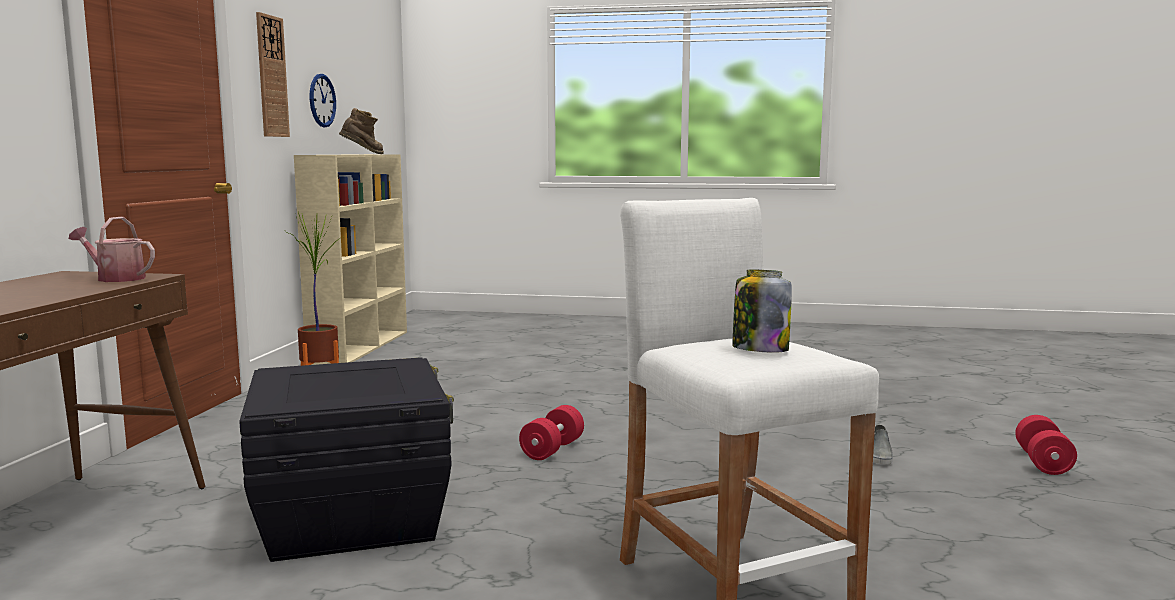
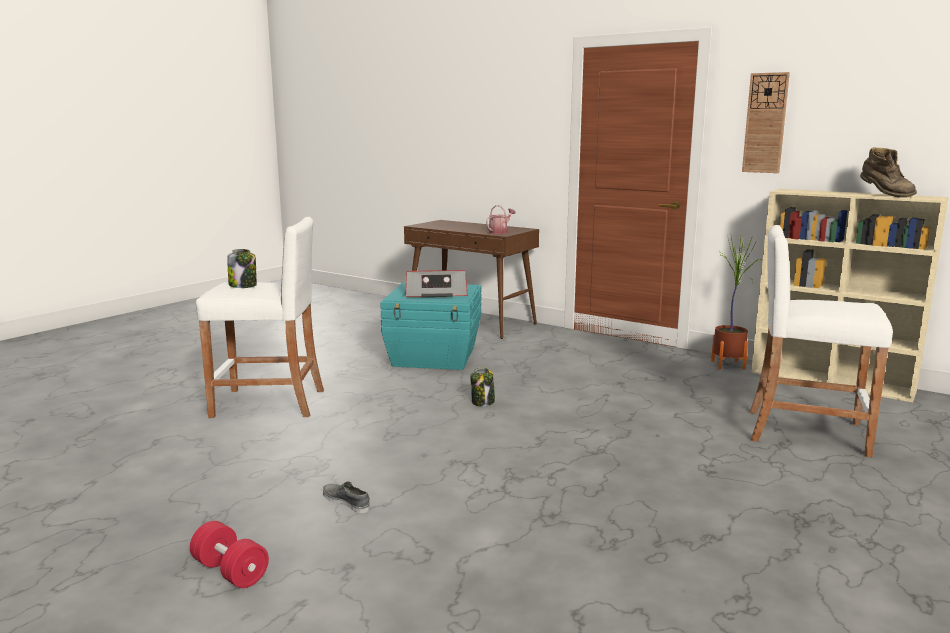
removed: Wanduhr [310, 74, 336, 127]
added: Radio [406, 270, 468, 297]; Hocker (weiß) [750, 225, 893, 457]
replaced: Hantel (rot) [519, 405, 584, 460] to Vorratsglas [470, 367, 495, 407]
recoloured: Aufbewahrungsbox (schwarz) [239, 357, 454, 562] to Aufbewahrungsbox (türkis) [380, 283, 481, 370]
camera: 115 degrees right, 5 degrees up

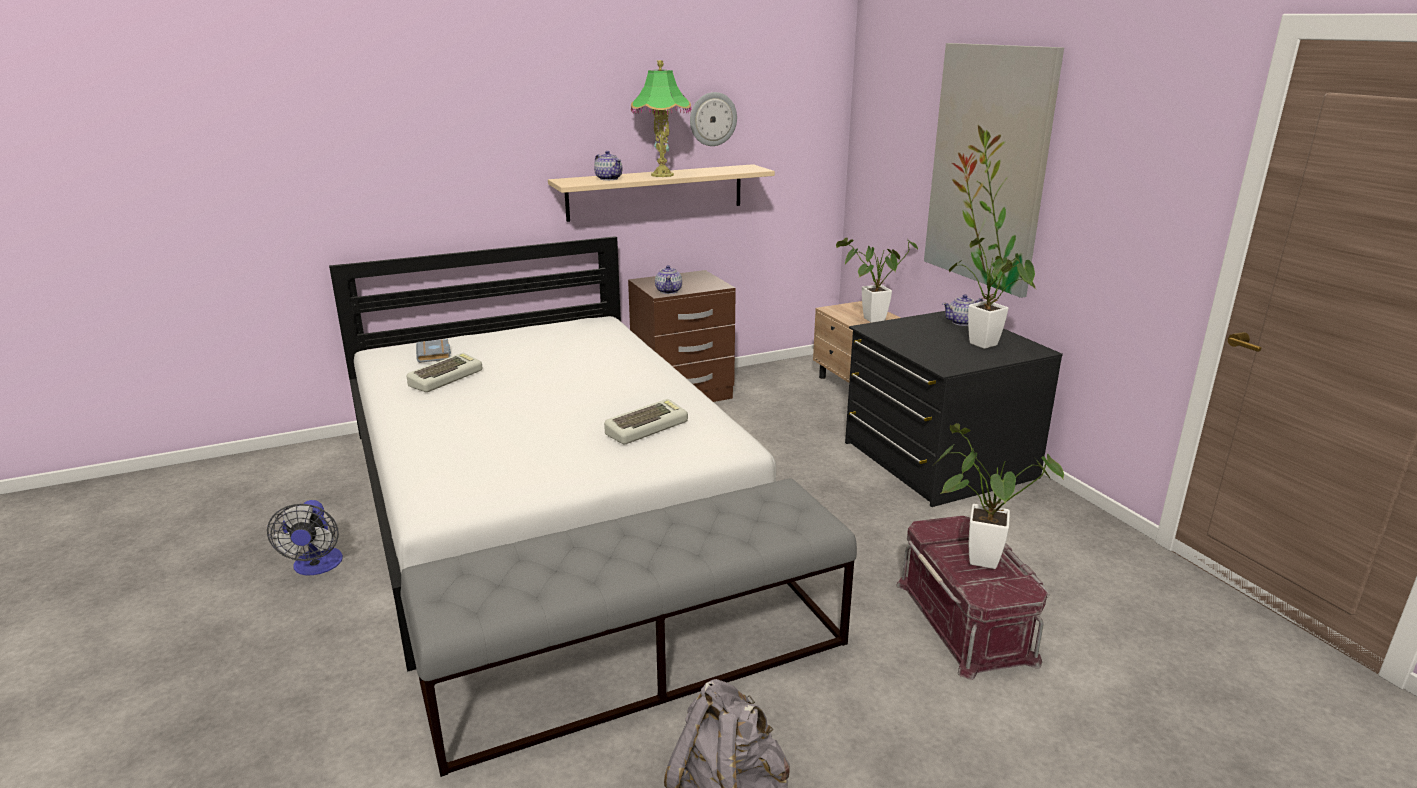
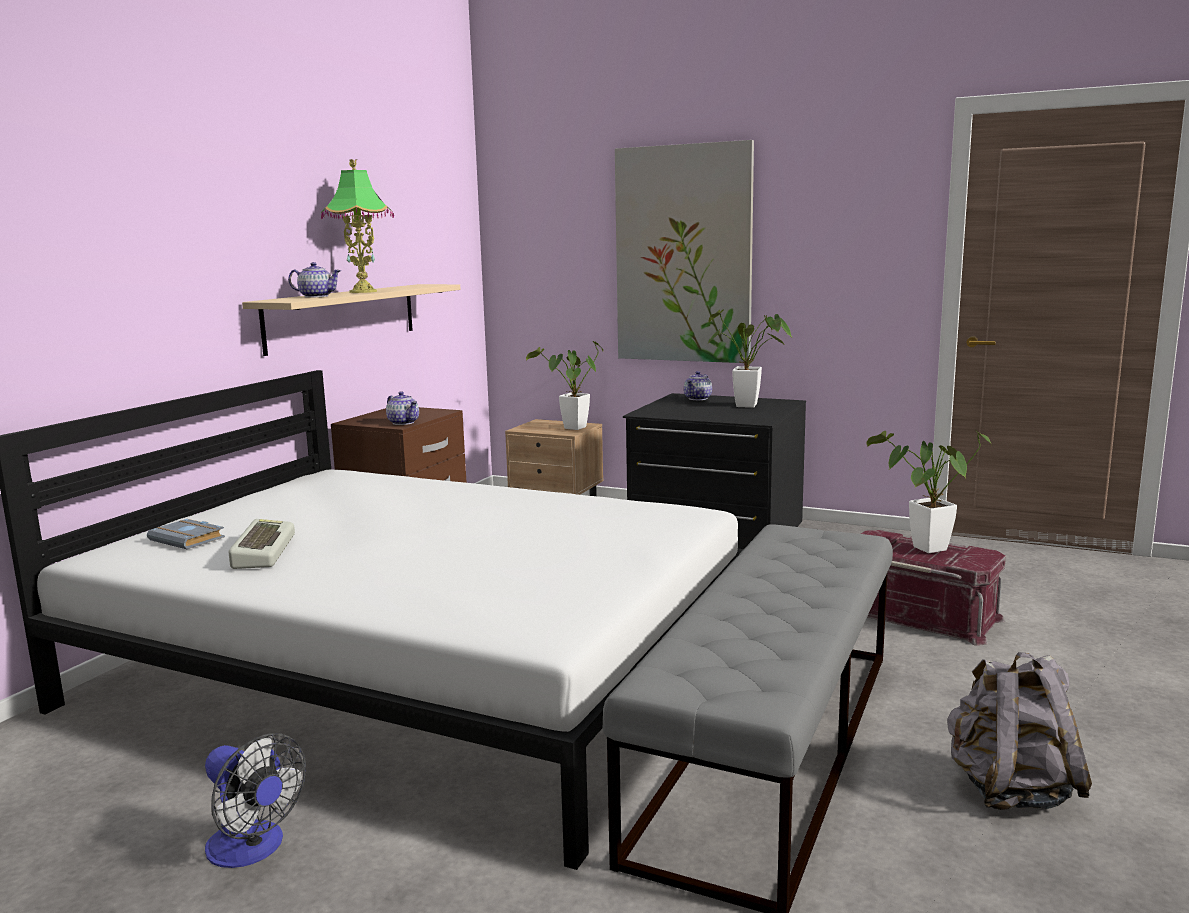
removed: Tastatur [604, 399, 688, 444]; Wanduhr [690, 92, 737, 146]
camera: 40 degrees left, 10 degrees down

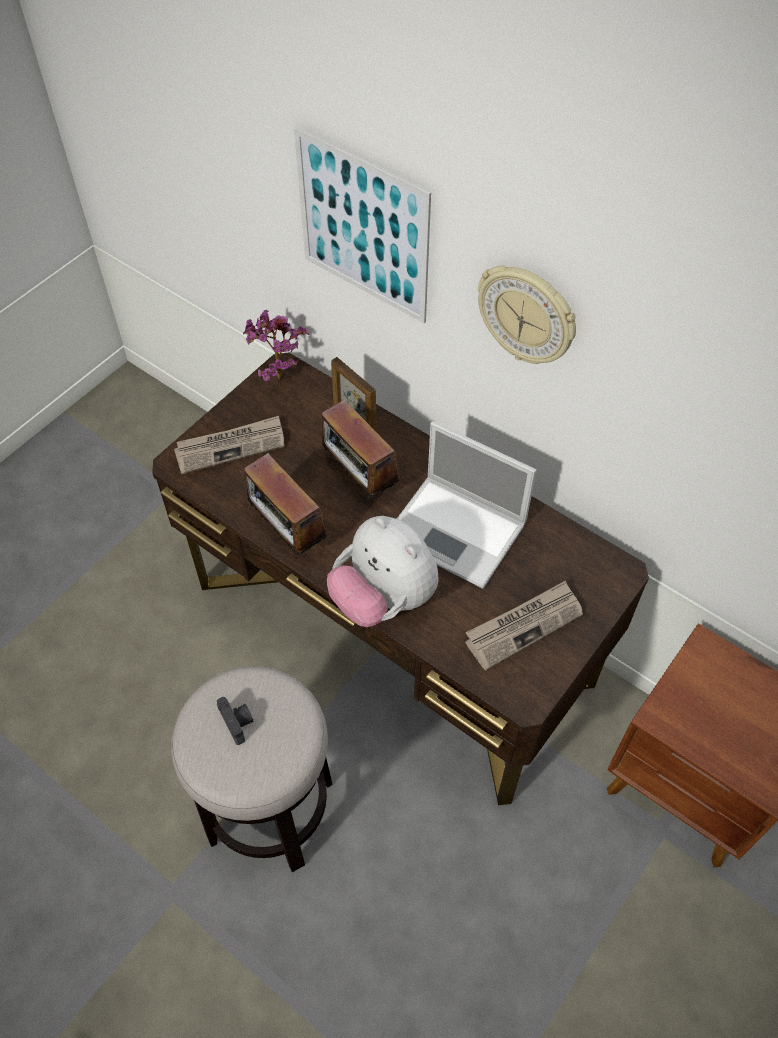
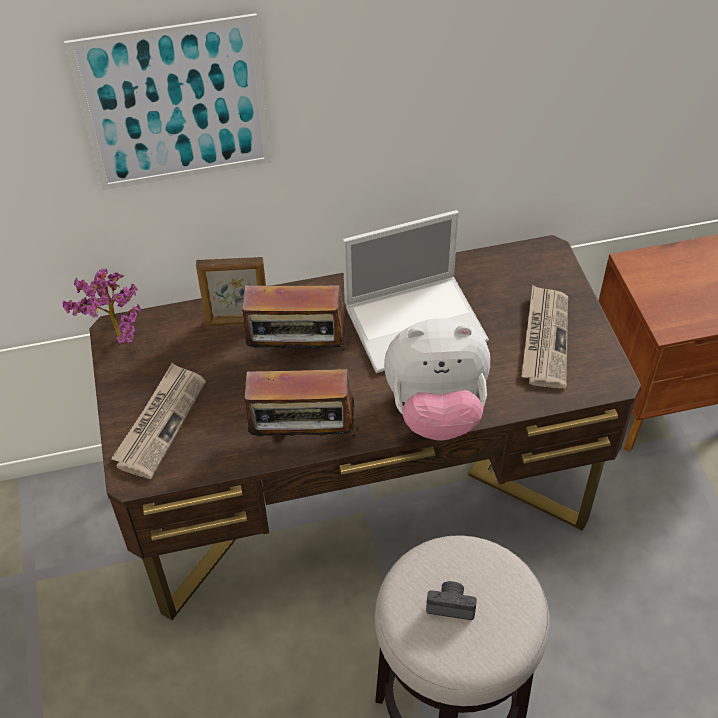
removed: Wanduhr [478, 266, 576, 364]
camera: 50 degrees left, 5 degrees down

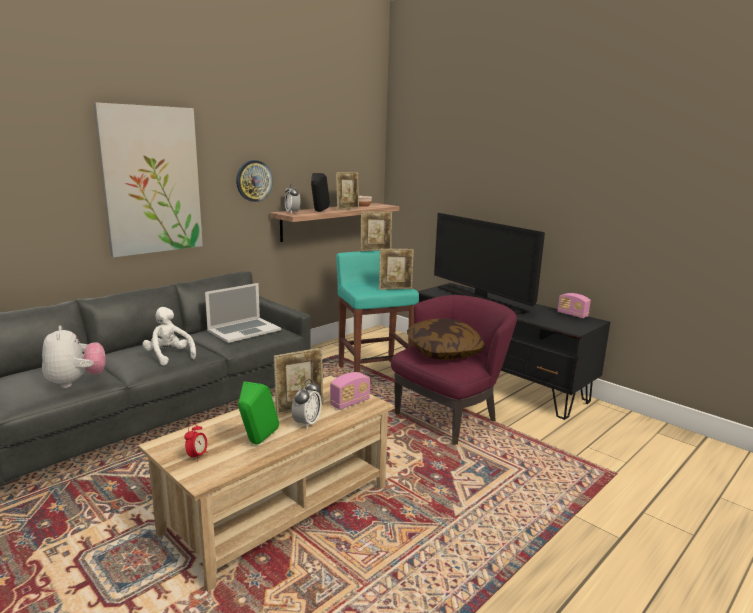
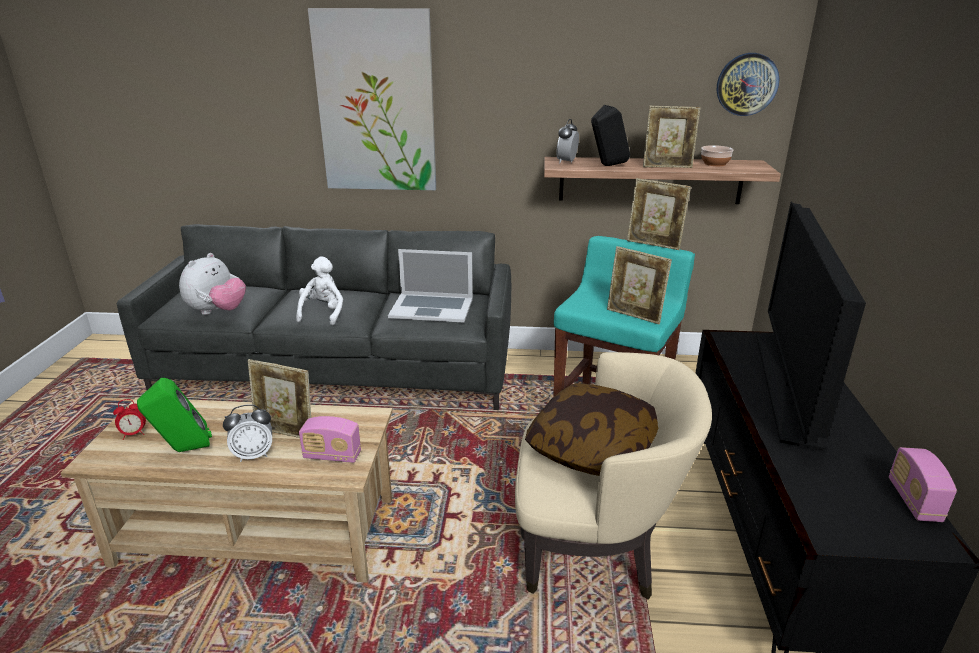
moved: Wanduhr [236, 160, 273, 202] to [717, 53, 779, 116]
recoloured: Sessel (lila) [391, 295, 517, 445] to Sessel (beige) [515, 352, 712, 600]
camera: 50 degrees right, 10 degrees up

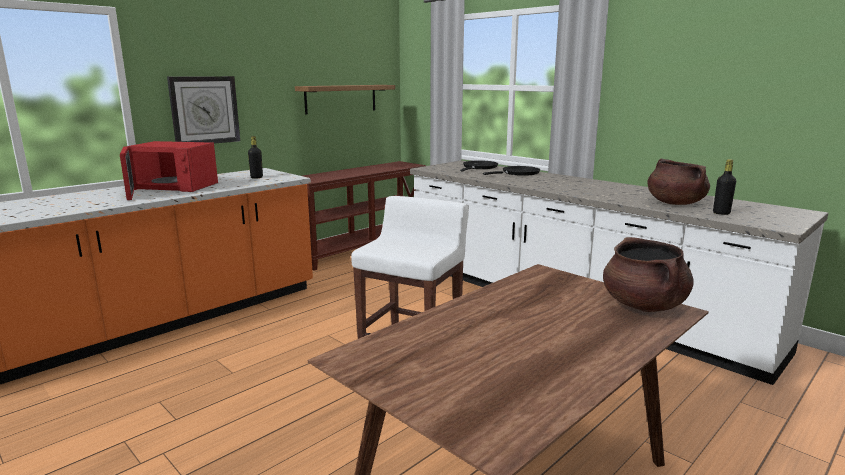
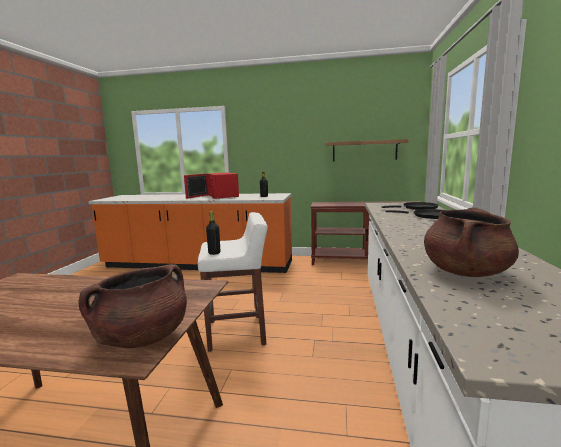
removed: Wanduhr [167, 76, 240, 144]
moved: Flasche (schwarz) [713, 159, 736, 215] to [206, 211, 220, 255]
camera: 55 degrees right, 5 degrees down

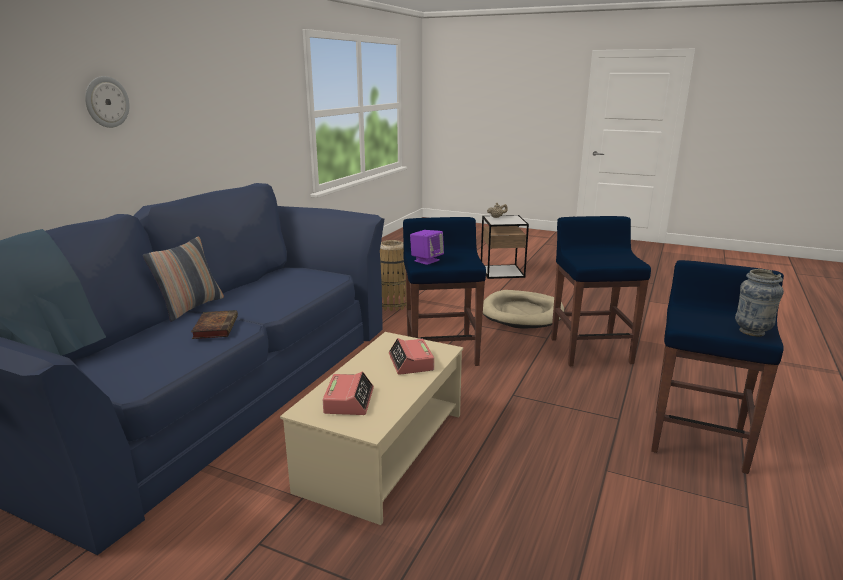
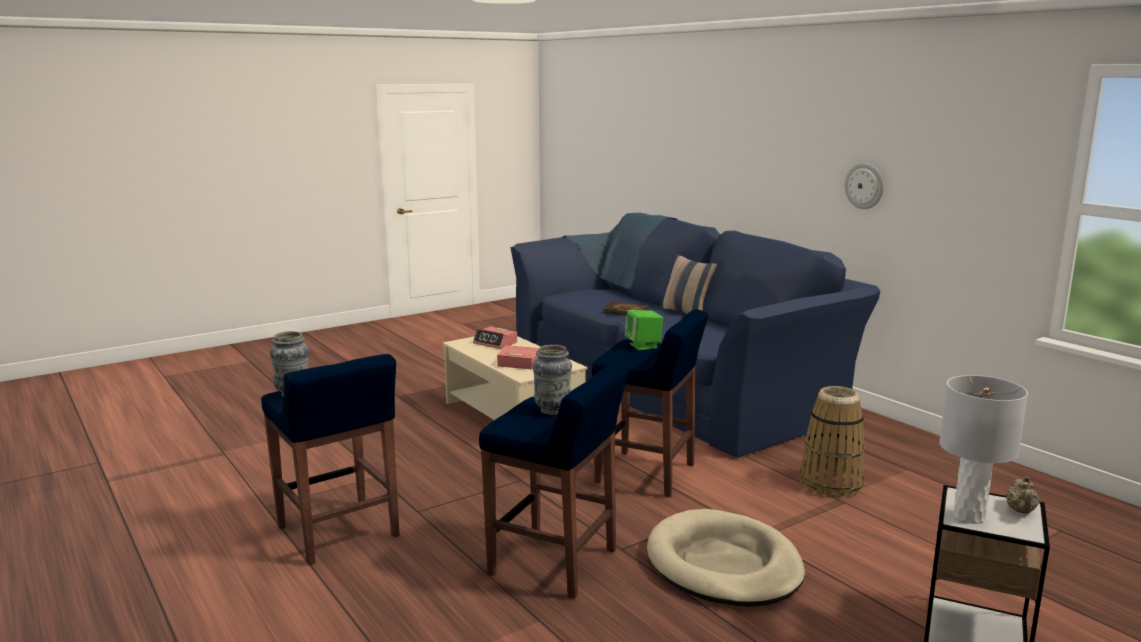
added: Vase [533, 345, 572, 415]; Tischlampe (grau) [939, 375, 1028, 524]
moved: Wanduhr [85, 76, 130, 128] to [845, 163, 883, 209]
recoloured: Lautsprecher (lila) [410, 230, 444, 265] to Lautsprecher (grün) [625, 310, 663, 350]
camera: 120 degrees right, 5 degrees down

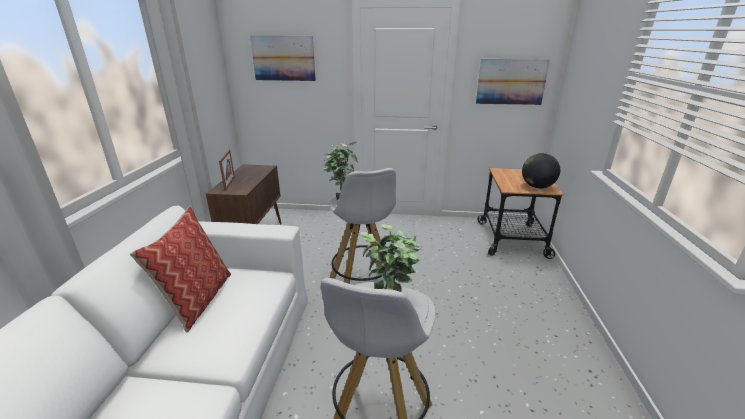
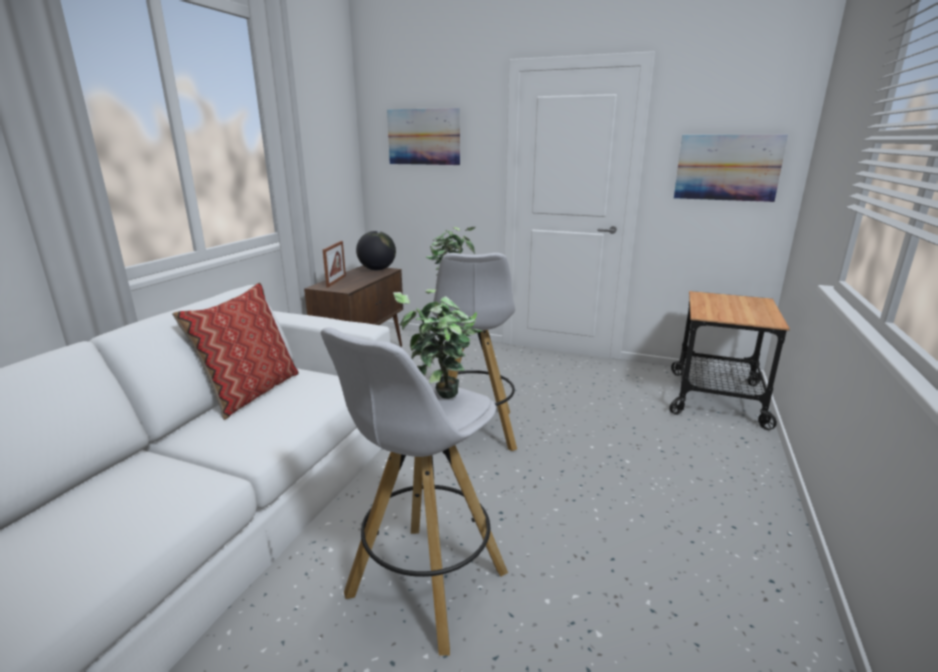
moved: Globus [522, 153, 560, 188] to [356, 231, 396, 270]
camera: 15 degrees right, 5 degrees down

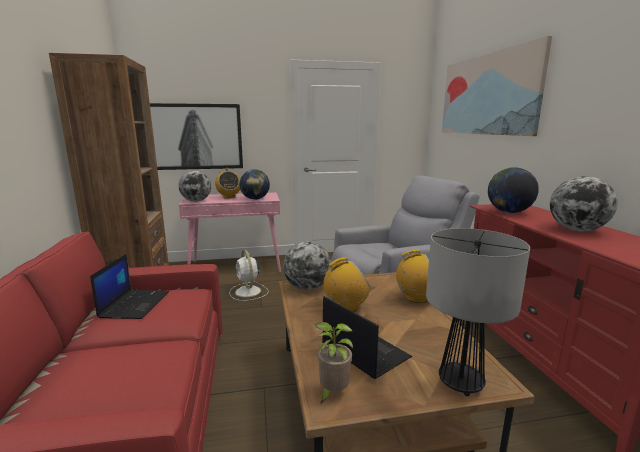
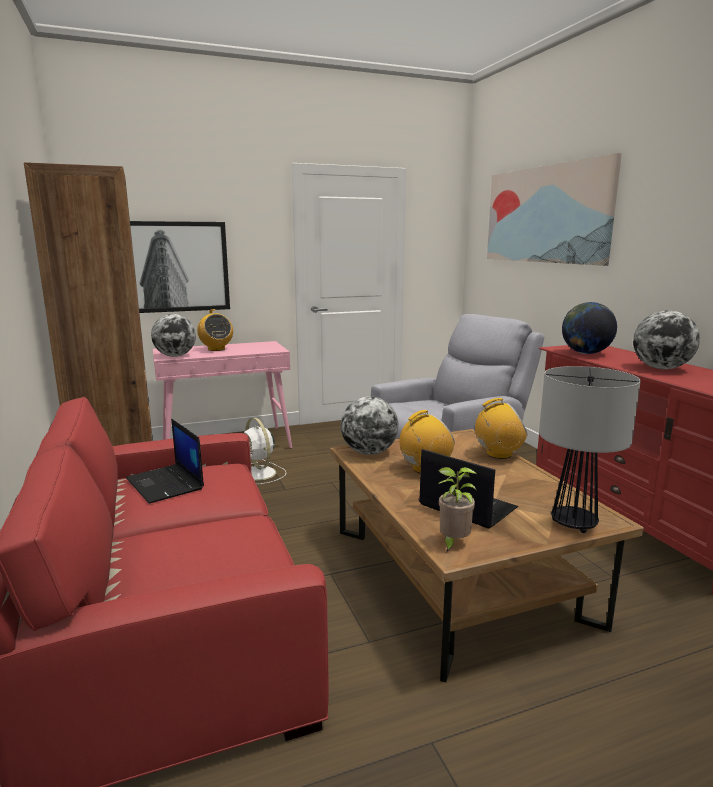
removed: Globus [239, 169, 270, 200]
turned: Laptop [90, 254, 169, 319] = [126, 419, 204, 503] 150 degrees clockwise
camera: 10 degrees left, 0 degrees up

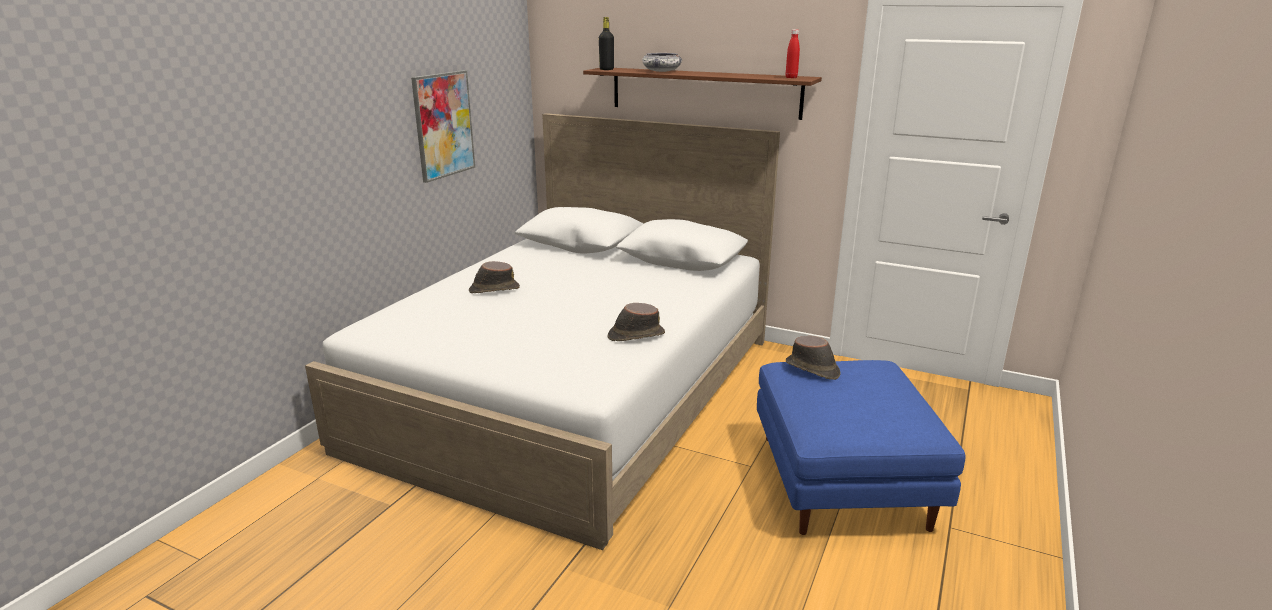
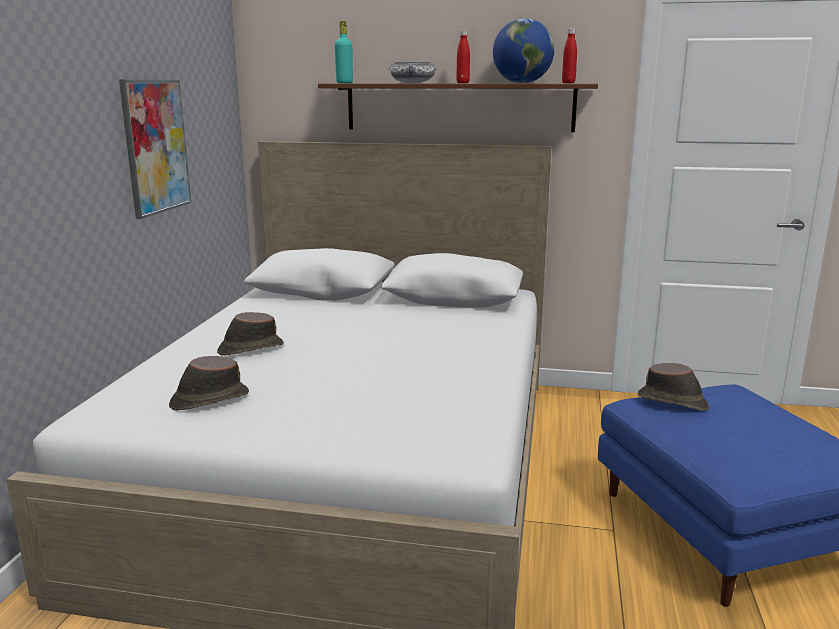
added: Flasche (rot) [456, 31, 470, 83]; Globus [493, 18, 554, 83]
moved: Hut (braun) [608, 303, 665, 341] to [169, 356, 249, 411]
recoloured: Flasche (schwarz) [599, 17, 614, 70] to Flasche (türkis) [335, 21, 353, 83]
camera: 15 degrees left, 5 degrees down

